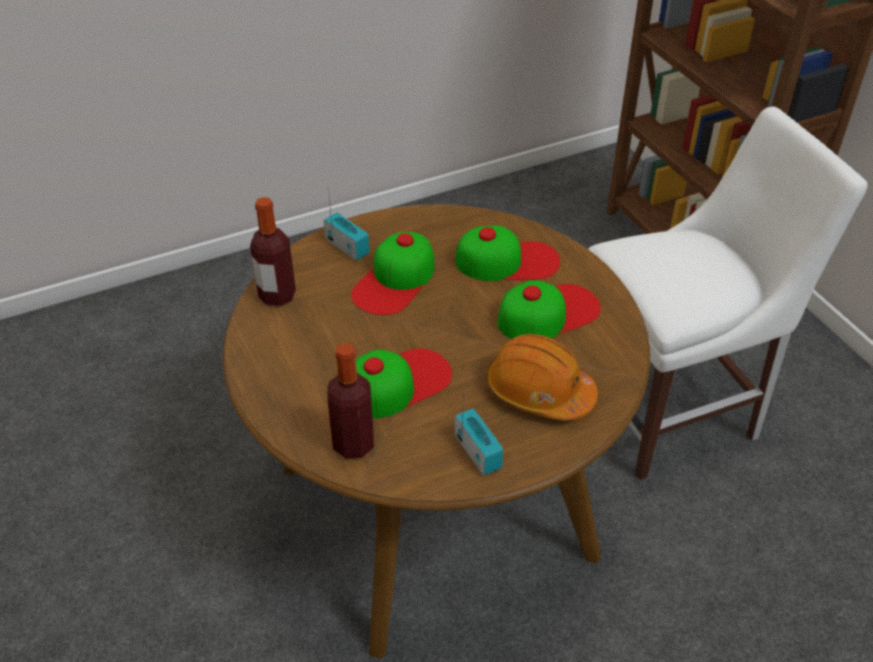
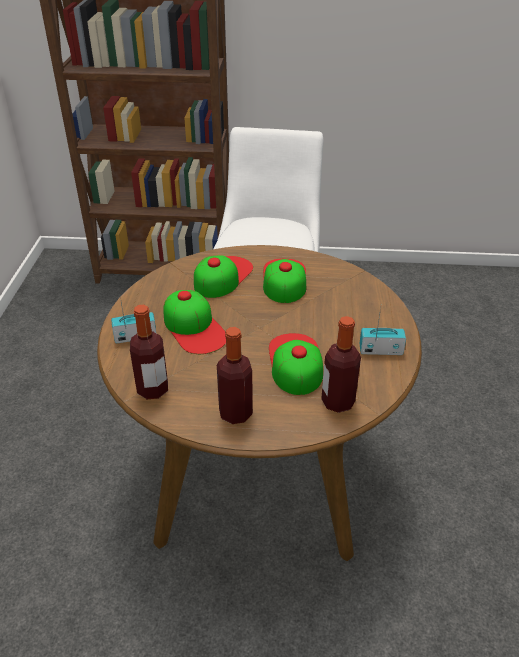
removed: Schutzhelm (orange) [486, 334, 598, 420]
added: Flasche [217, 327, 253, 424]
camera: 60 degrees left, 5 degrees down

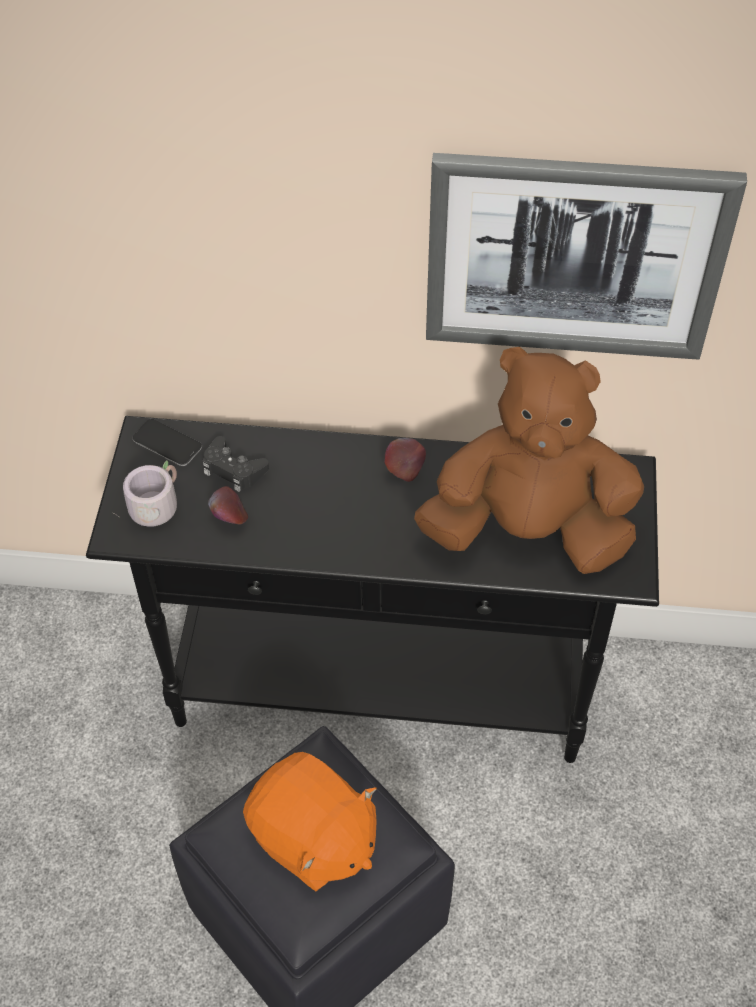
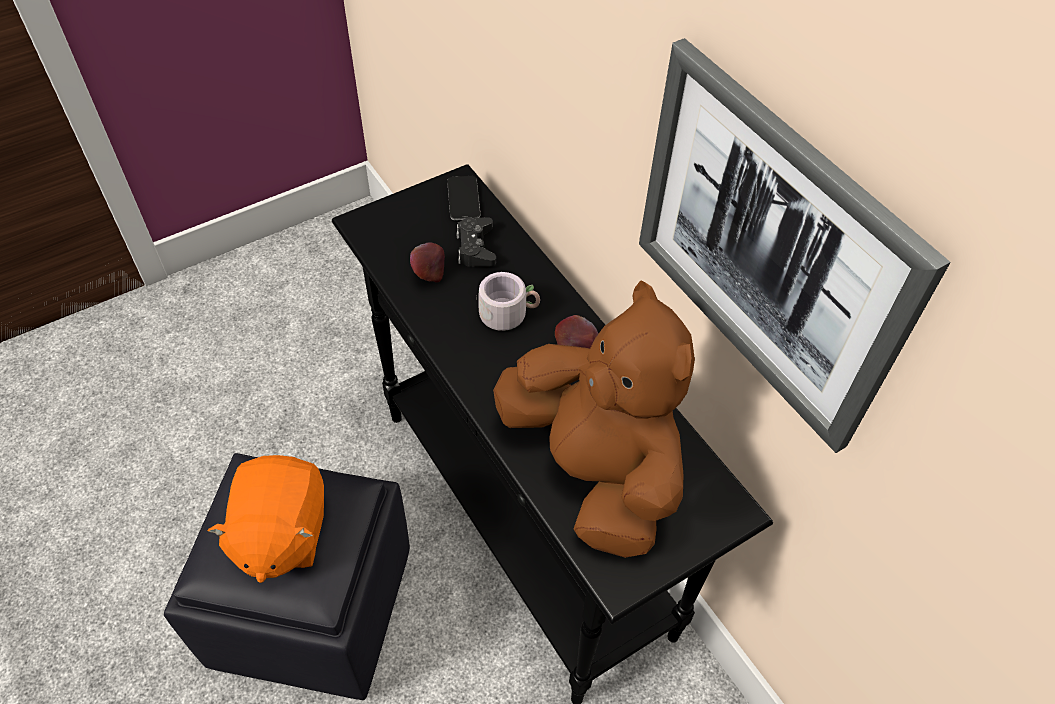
moved: Henkelbecher (grau) [112, 460, 177, 527] to [478, 272, 540, 331]
camera: 50 degrees right, 0 degrees up

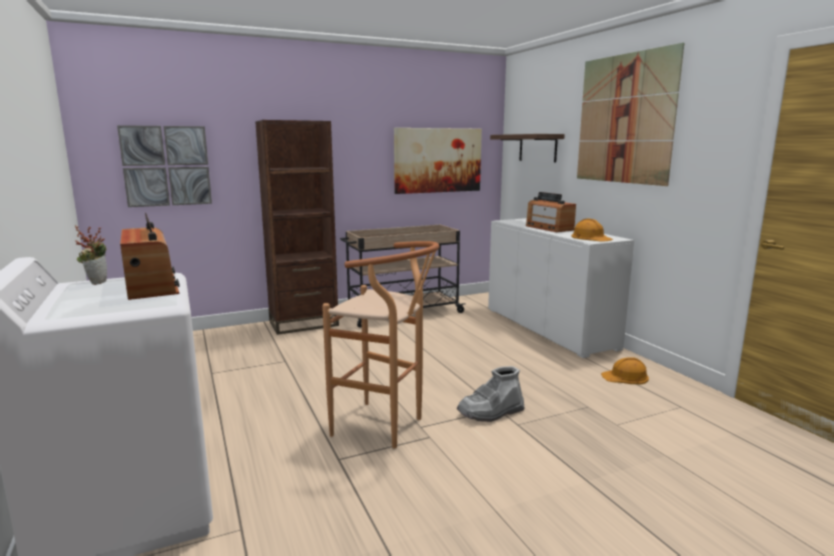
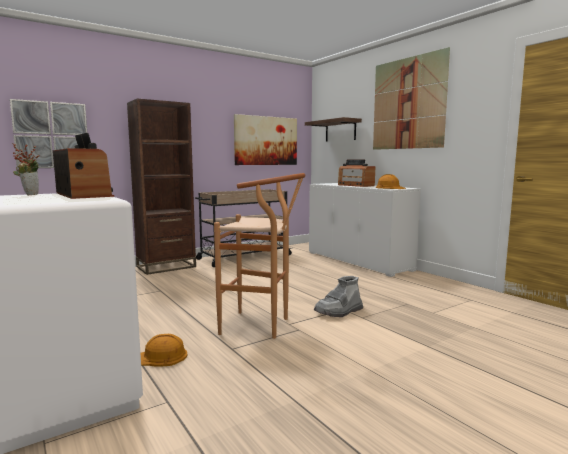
moved: Schutzhelm (orange) [601, 358, 649, 384] to [140, 334, 188, 367]
camera: 10 degrees left, 5 degrees down

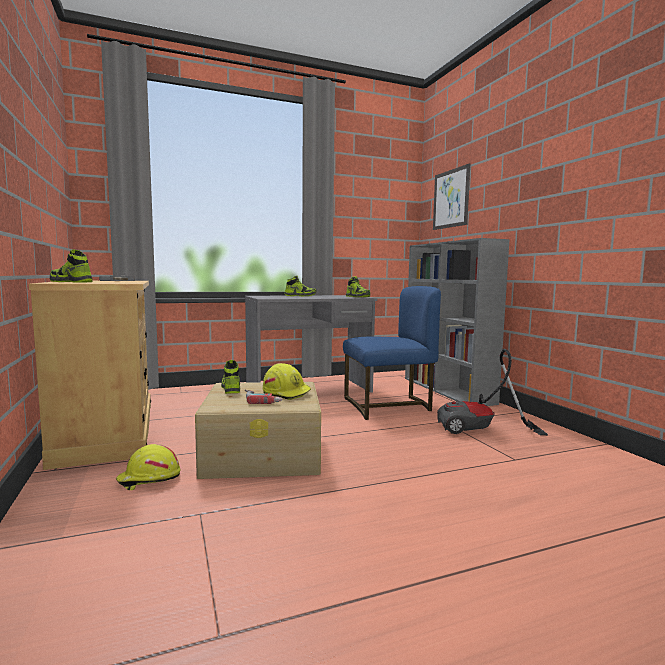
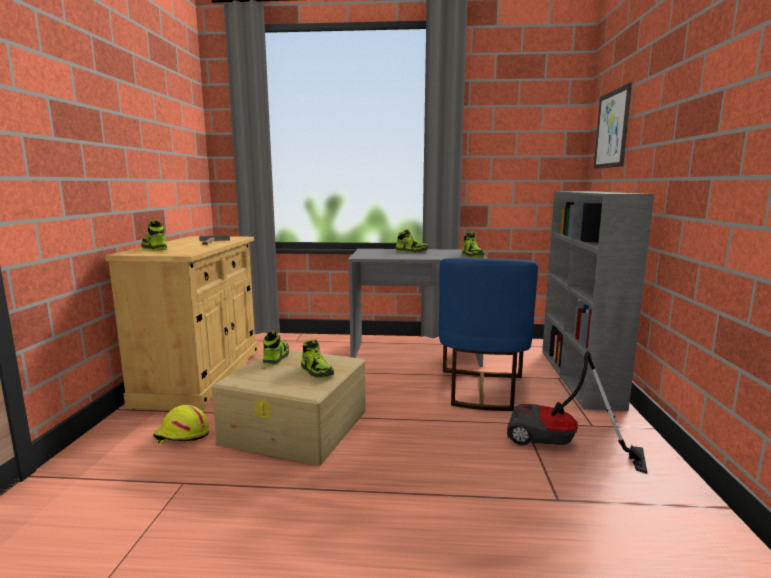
removed: Bohrmaschine [245, 389, 283, 404]
replaced: Schutzhelm (gelb) [262, 363, 311, 400] to Schuh [301, 339, 334, 378]
turned: Stuhl (blau) [343, 286, 441, 420] = [439, 258, 538, 411] 90 degrees clockwise
camera: 25 degrees right, 5 degrees up

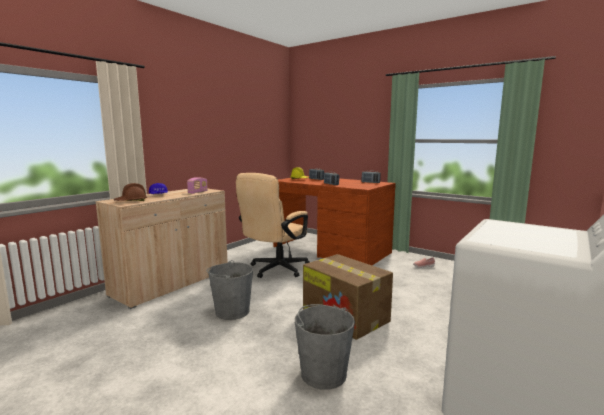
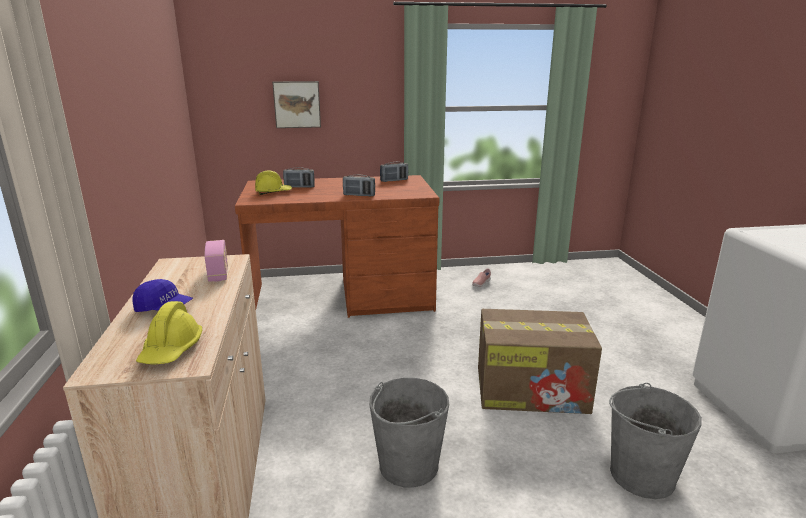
removed: Bürostuhl (beige) [236, 173, 310, 278]
added: Bild [272, 81, 321, 128]
recoloured: Schutzhelm (braun) [114, 183, 147, 201] to Schutzhelm (gelb) [136, 301, 202, 364]
camera: 45 degrees left, 10 degrees up

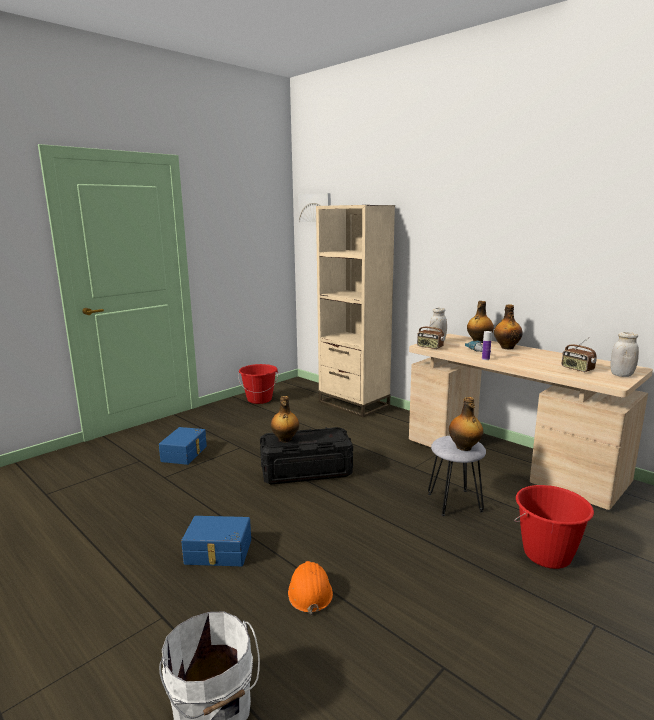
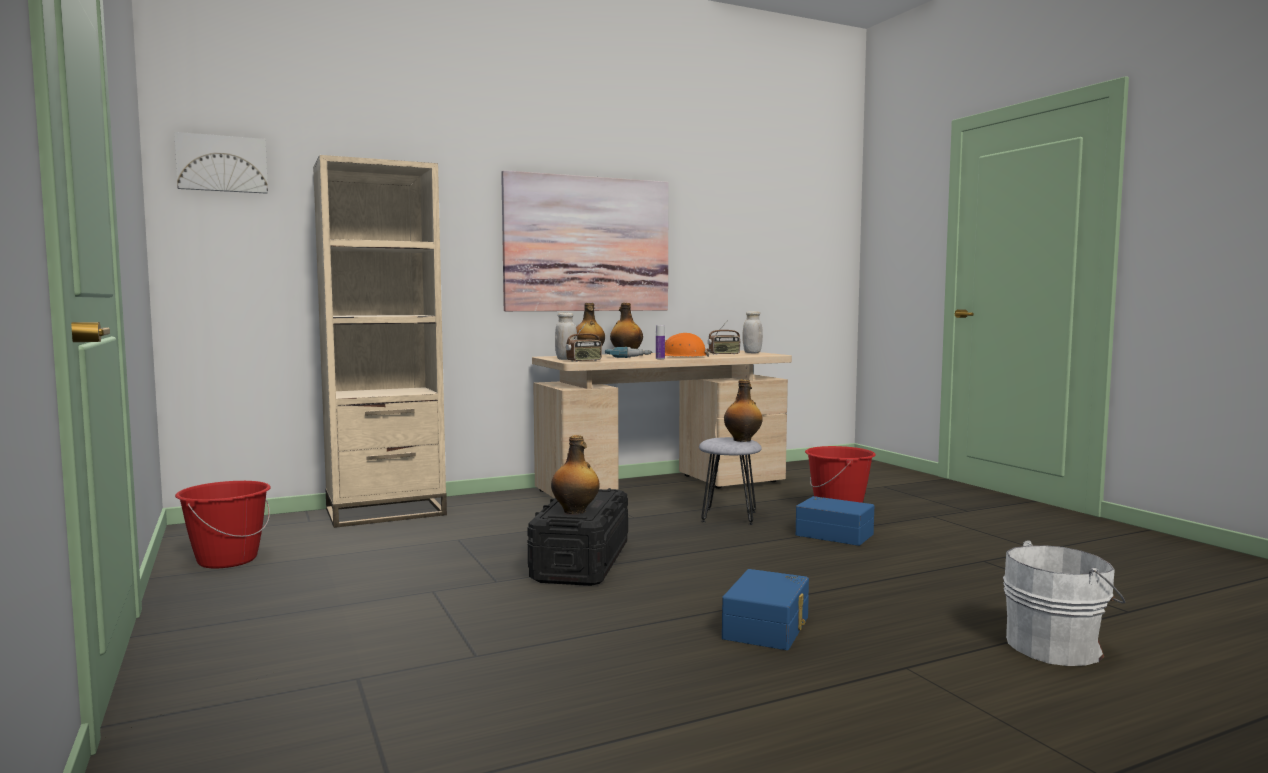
added: Bild [501, 170, 669, 311]
moved: Schutzhelm (orange) [288, 561, 333, 615] to [665, 333, 711, 357]; Aufbewahrungsbox (blau) [159, 427, 207, 465] to [796, 496, 874, 546]
camera: 70 degrees left, 10 degrees down

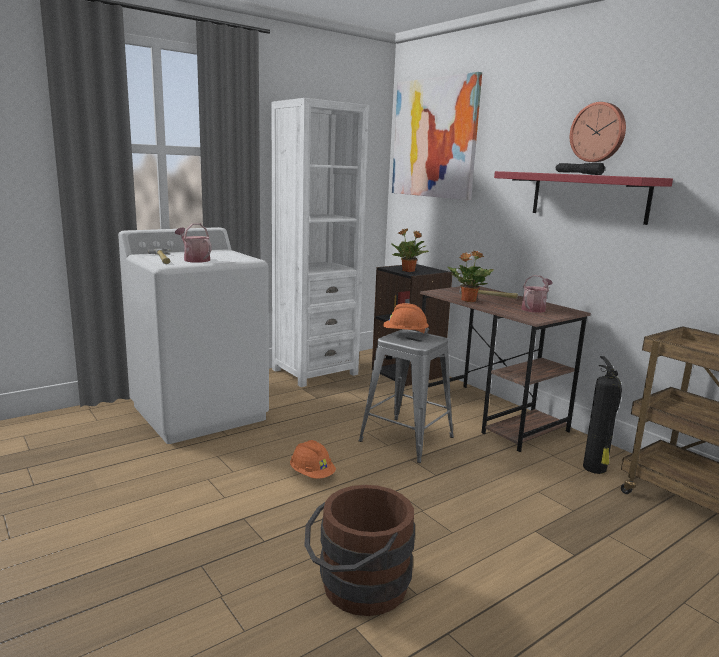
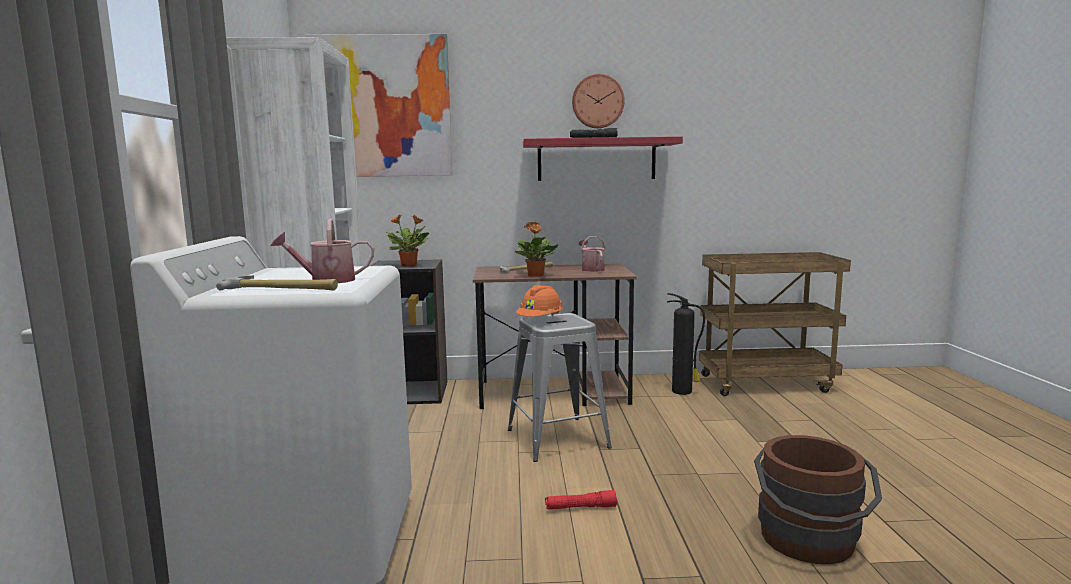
replaced: Schutzhelm (orange) [290, 440, 336, 479] to Taschenlampe (rot) [545, 490, 617, 510]
camera: 55 degrees left, 5 degrees down

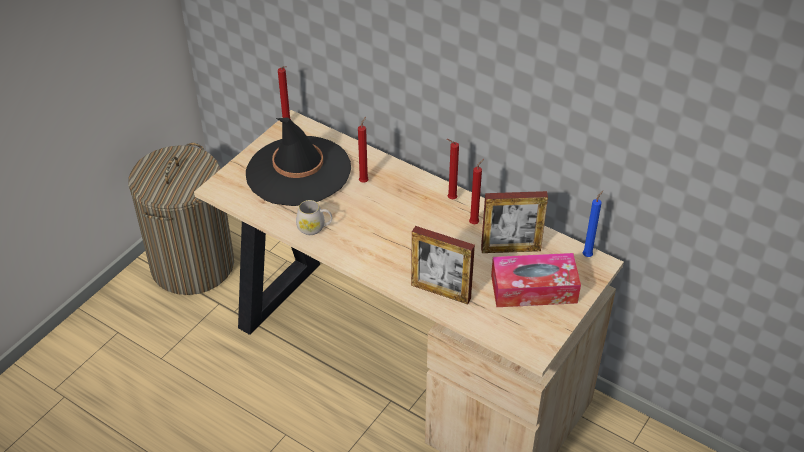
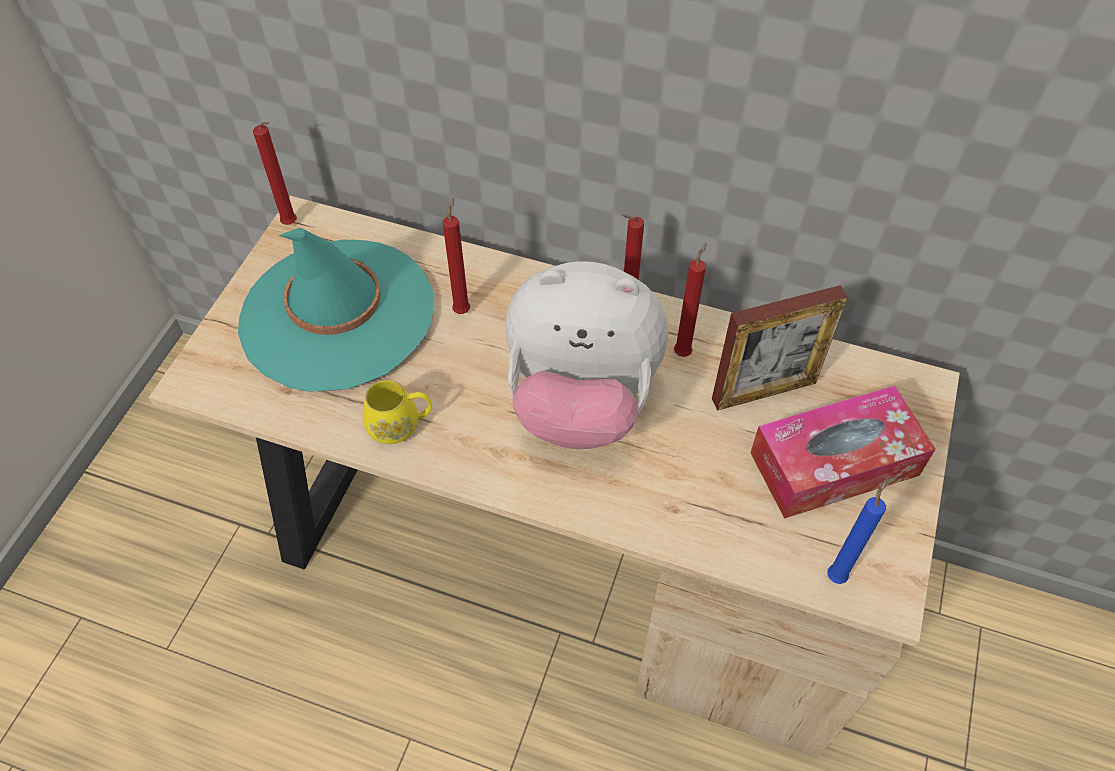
removed: Wäschekorb [128, 143, 234, 295]; Bilderrahmen [411, 226, 475, 305]
added: Plüschtier [505, 261, 668, 449]
moved: Kerze (blau) [583, 191, 603, 257] to [827, 479, 887, 584]
recoloured: Hut (schwarz) [246, 117, 351, 206] to Hut (türkis) [238, 228, 433, 392]; Henkelbecher (weiß) [296, 200, 332, 235] to Henkelbecher (gelb) [362, 380, 432, 444]
camera: 15 degrees left, 10 degrees up

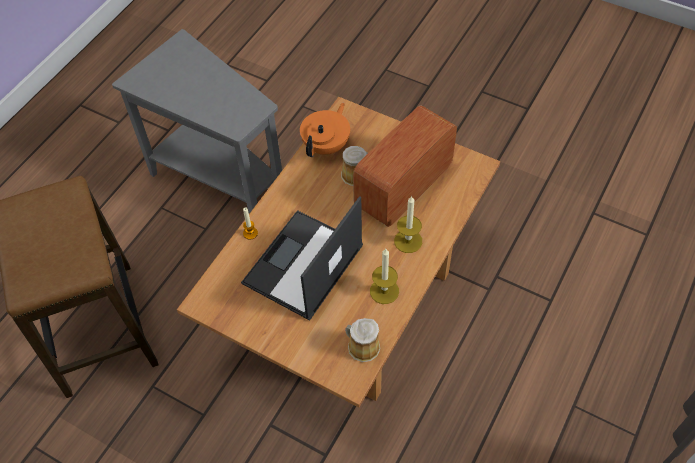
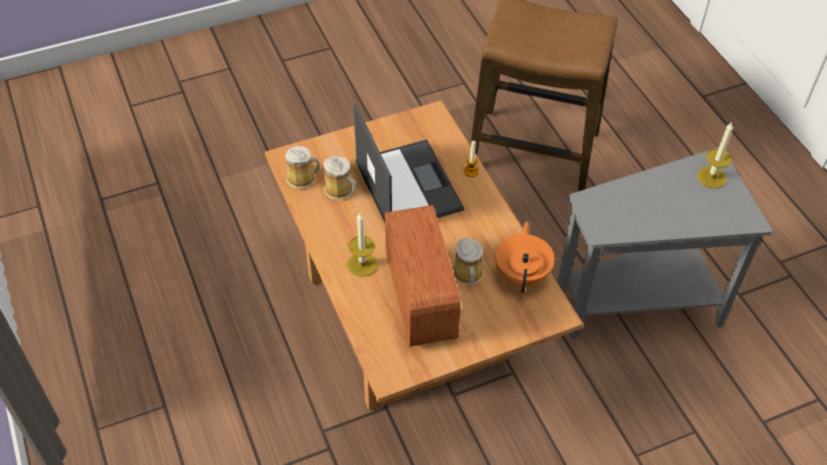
added: Henkelbecher [323, 157, 356, 200]
moved: Kerze [370, 249, 399, 304] to [697, 123, 733, 188]
turned: Teekanne (orange) [300, 103, 350, 157] = [496, 221, 554, 293] 150 degrees counterclockwise
camera: 125 degrees right, 5 degrees down

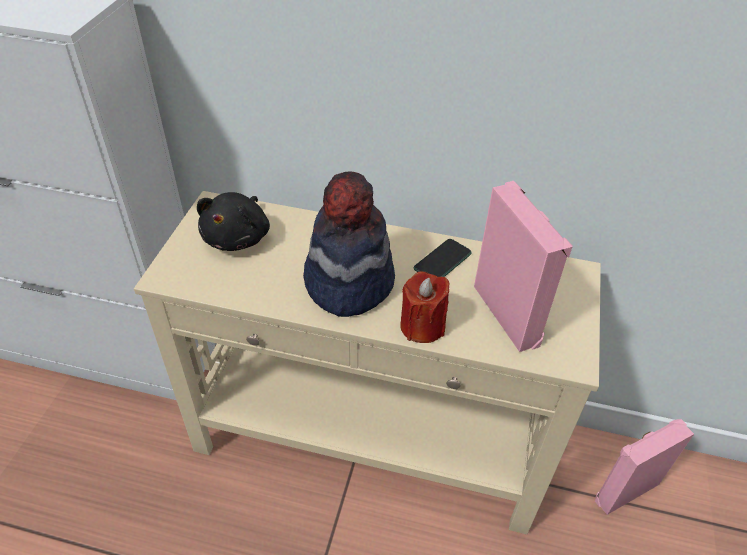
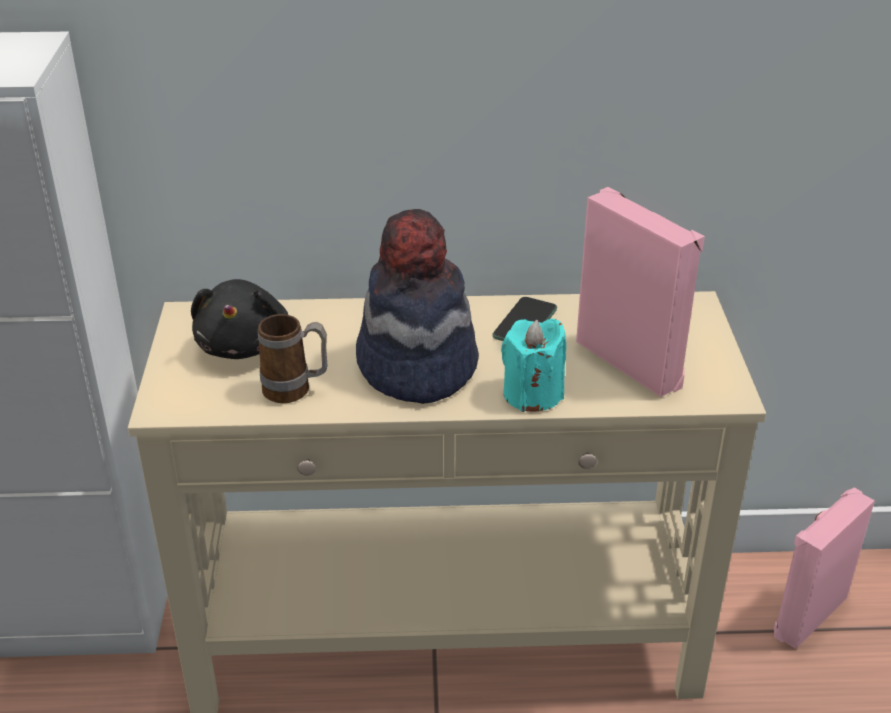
added: Henkelbecher [258, 314, 328, 403]
recoloured: Kerze (rot) [400, 272, 449, 343] to Kerze (türkis) [501, 319, 566, 412]
camera: 15 degrees left, 10 degrees down

